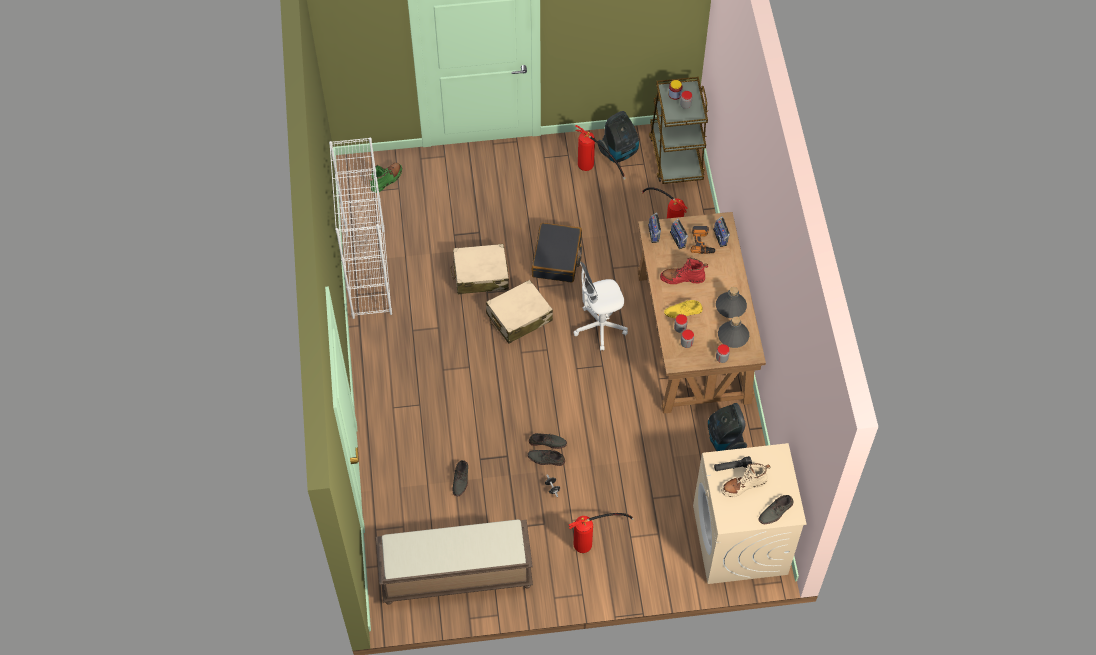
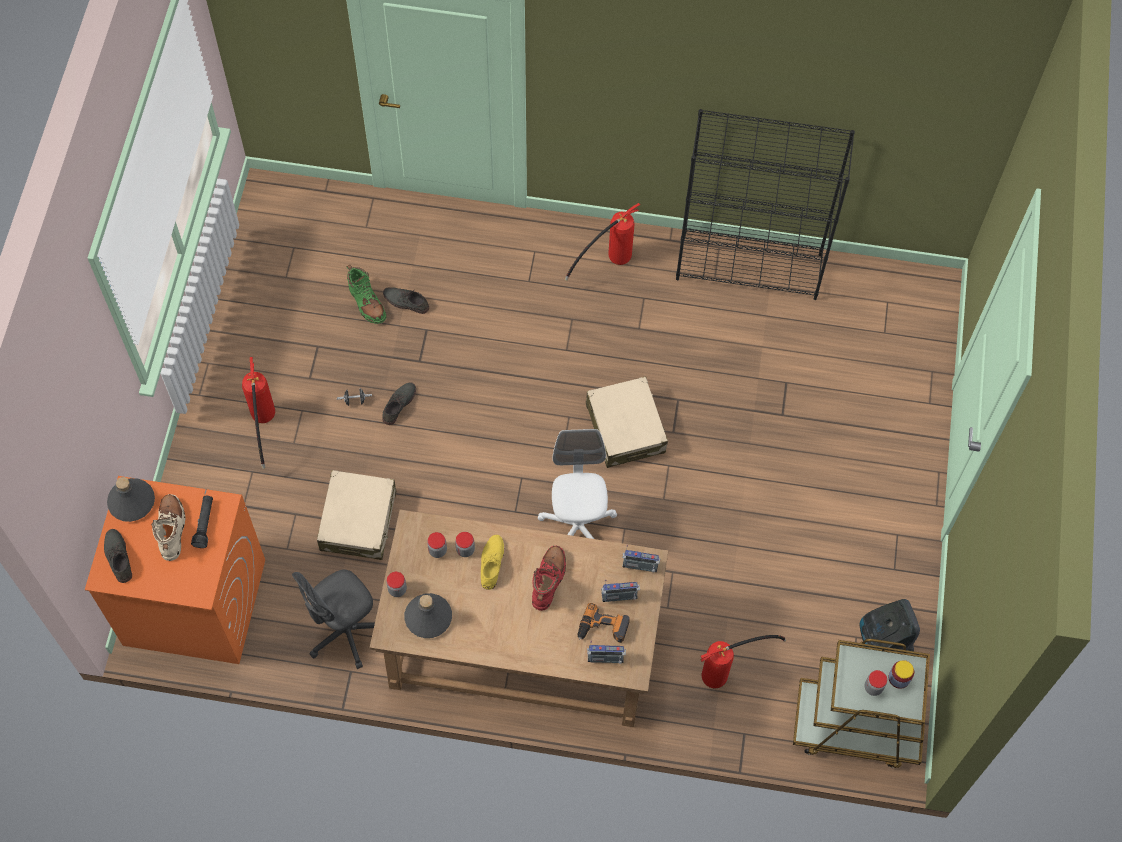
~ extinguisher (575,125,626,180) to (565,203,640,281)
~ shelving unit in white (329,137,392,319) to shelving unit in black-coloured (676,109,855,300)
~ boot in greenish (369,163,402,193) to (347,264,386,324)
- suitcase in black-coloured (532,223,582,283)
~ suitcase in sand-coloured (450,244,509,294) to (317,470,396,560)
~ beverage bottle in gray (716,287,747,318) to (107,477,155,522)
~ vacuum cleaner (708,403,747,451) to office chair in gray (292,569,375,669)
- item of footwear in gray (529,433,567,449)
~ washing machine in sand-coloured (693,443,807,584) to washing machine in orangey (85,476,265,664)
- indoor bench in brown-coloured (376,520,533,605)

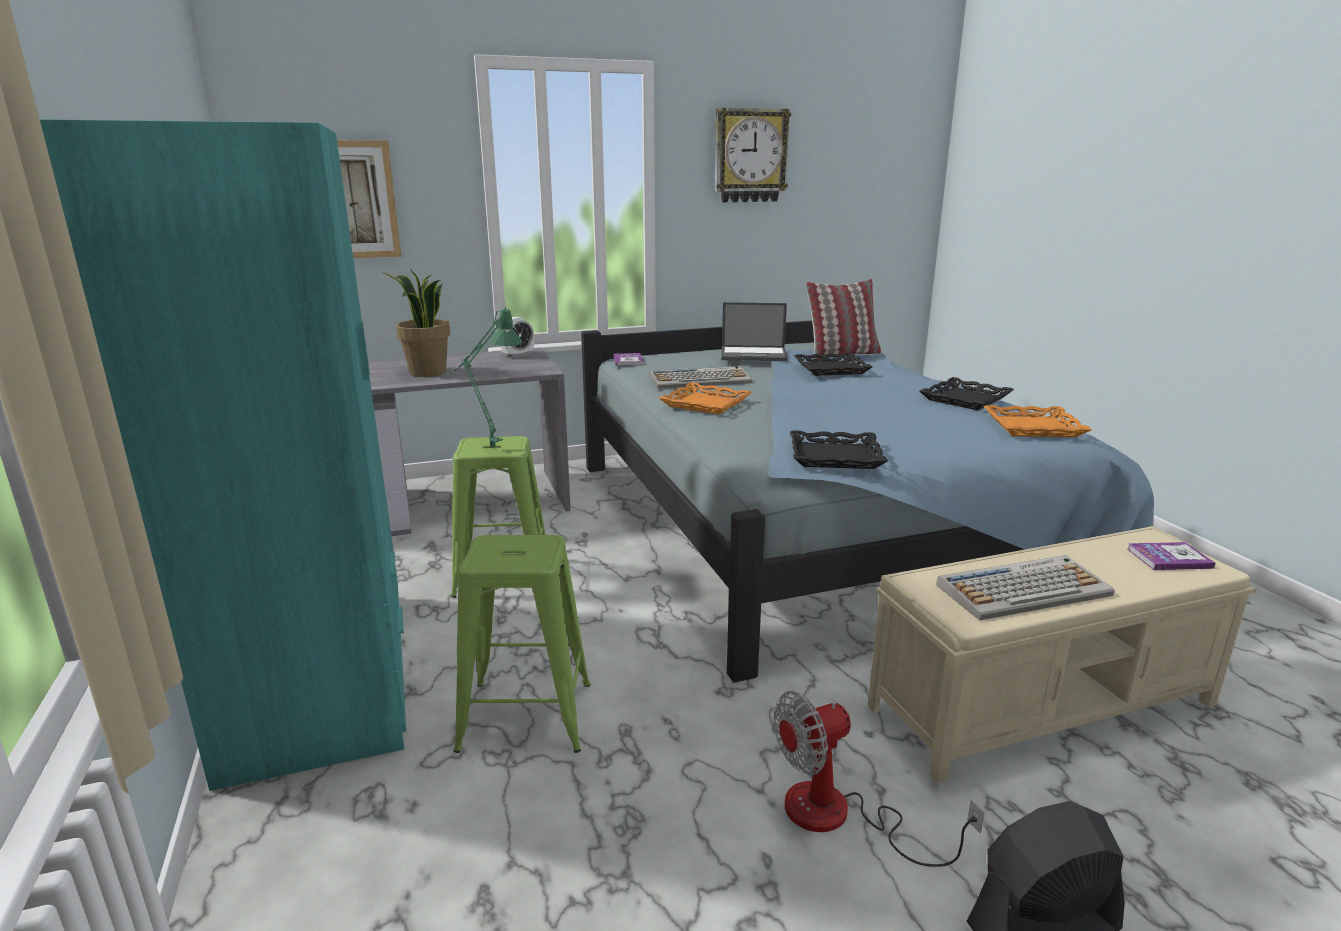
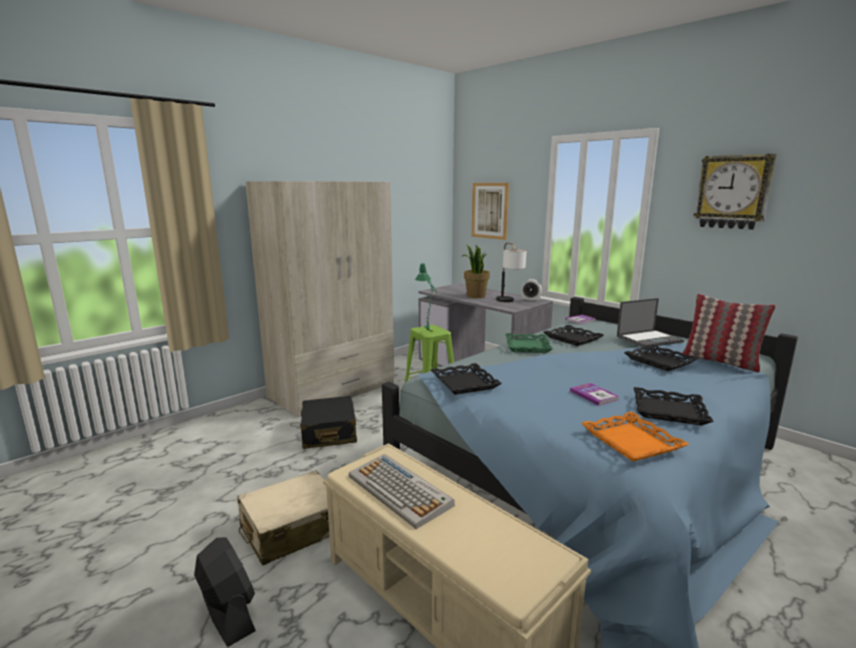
~ wardrobe in turquoise (40,119,406,791) to wardrobe in sand-coloured (245,181,394,417)
~ notebook computer (721,302,788,361) = (617,298,684,347) 90 degrees counterclockwise
~ PC keyboard (650,366,752,389) to tray in black-coloured (544,325,603,346)
~ tray in orangey (659,382,752,415) to tray in greenish (506,333,553,353)
~ sitting stool in greenish (454,535,591,753) to suitcase in black-coloured (300,396,357,449)
~ bound book (1127,542,1216,570) to (570,383,619,406)
~ cooling fan (774,691,985,867) to suitcase in sand-coloured (237,470,330,566)
+ tabletop lamp (496,242,526,302)

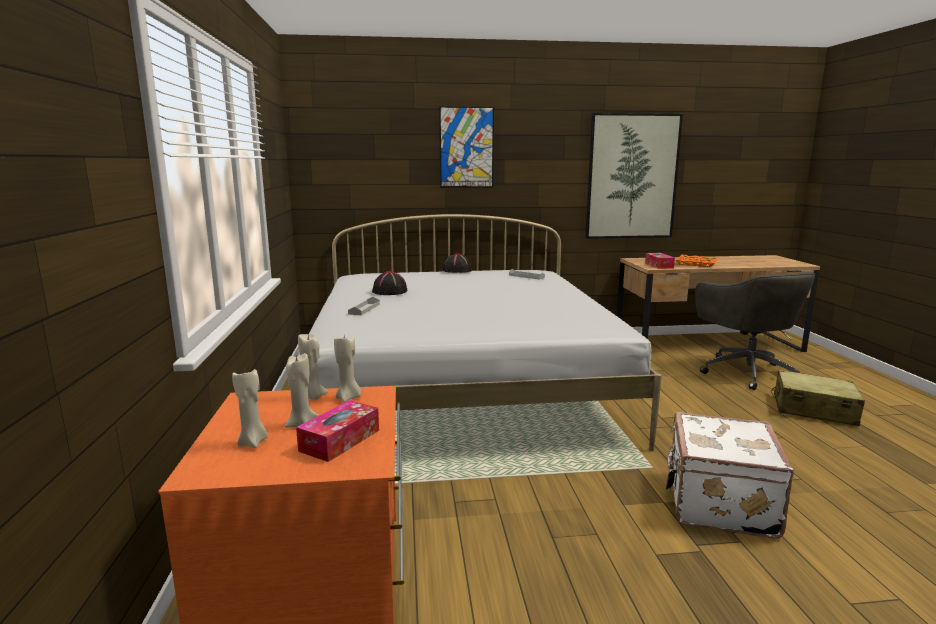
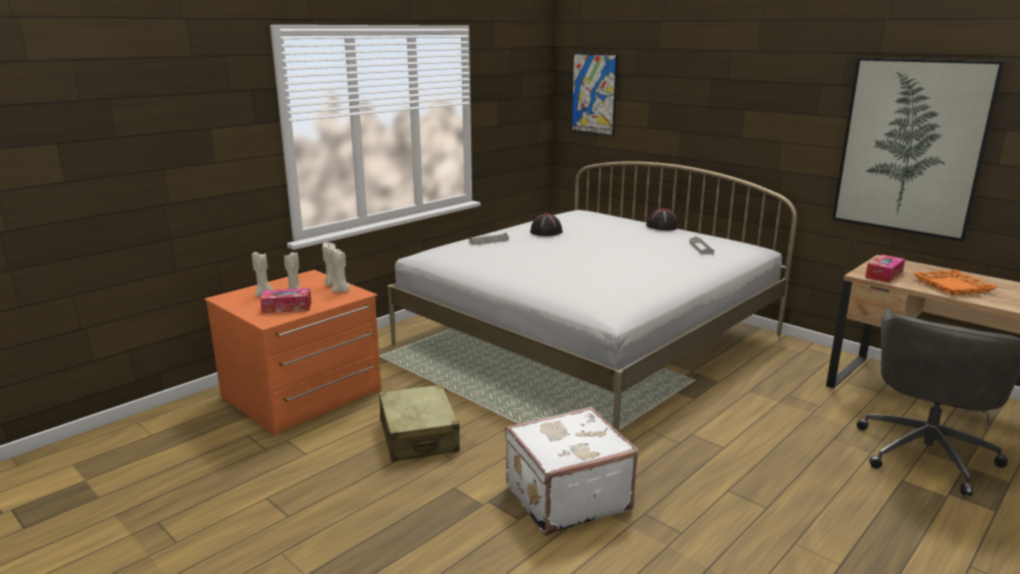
~ wall art (439,106,494,188) to (571,53,618,136)
~ suitcase in sand-coloured (771,370,865,426) to (379,384,460,462)

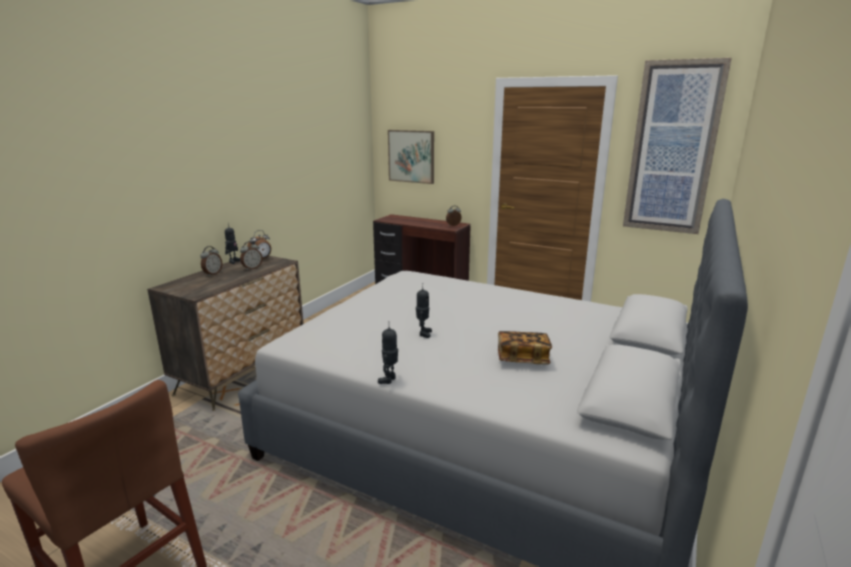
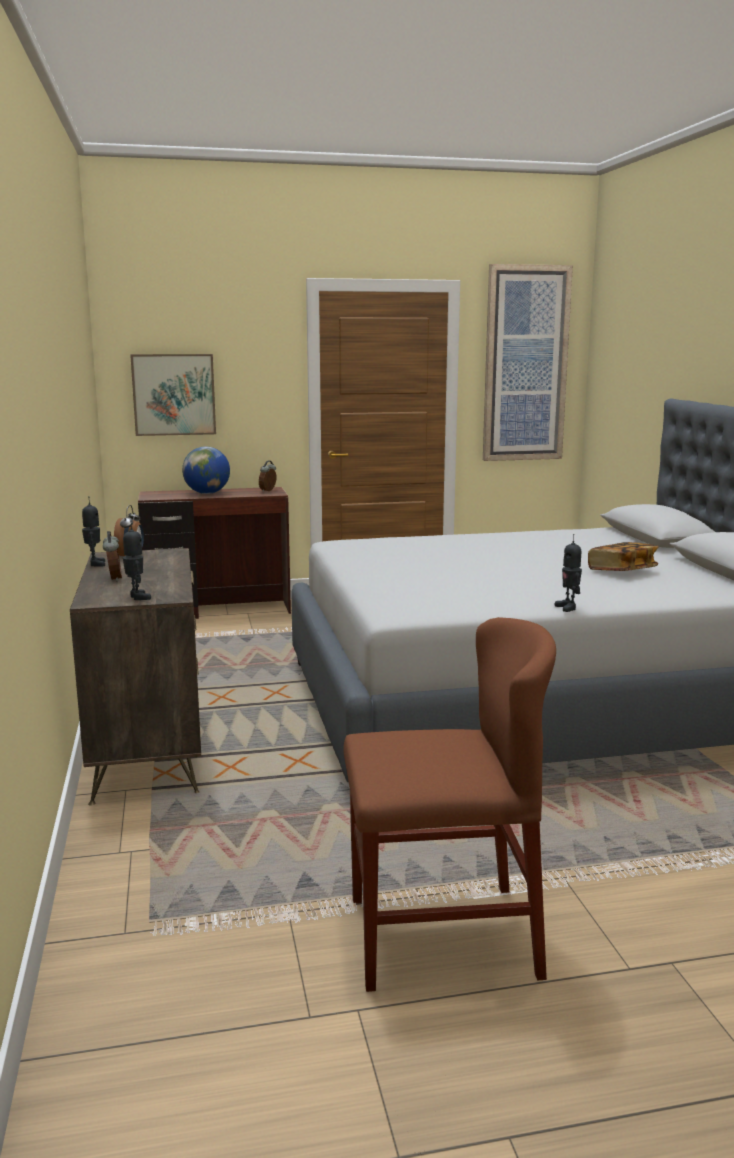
- bedside clock (240,241,262,270)
~ toy robot (416,283,432,338) to (123,520,151,600)
+ desk globe (182,446,230,494)

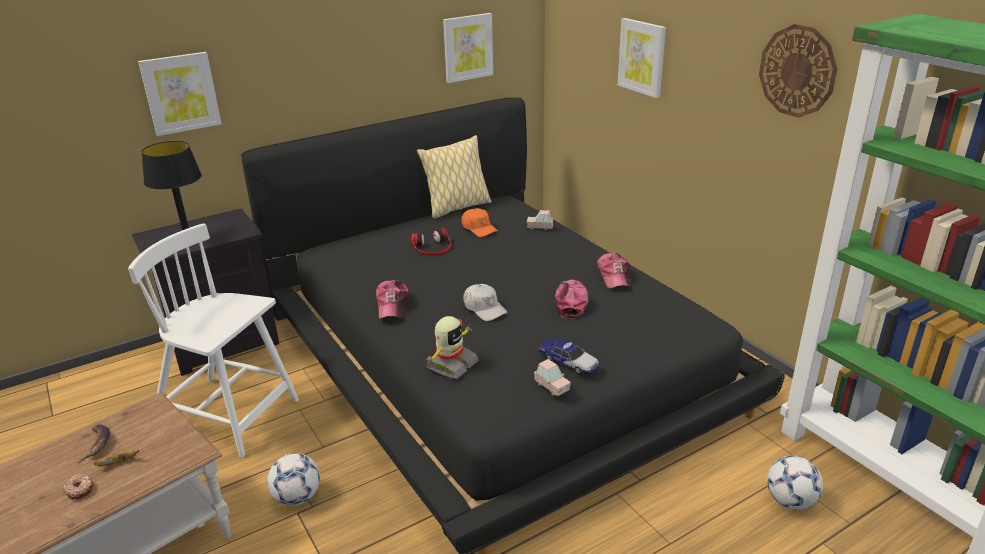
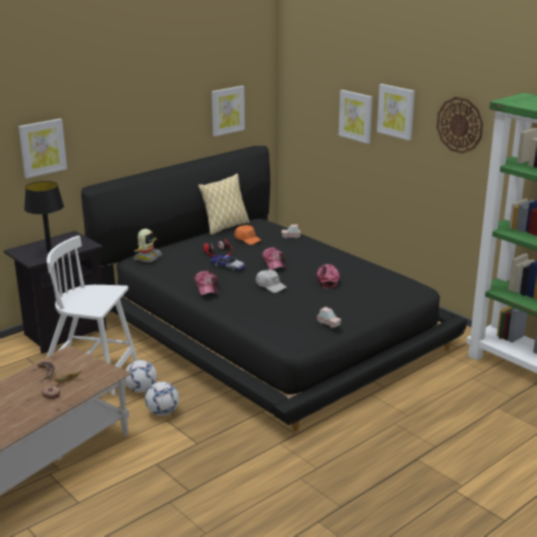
~ cap (597,252,632,288) to (262,247,286,270)
~ toy robot (426,316,479,379) to (133,229,162,263)
~ model car (538,338,600,374) to (210,255,245,271)
~ football ball (767,456,823,510) to (126,360,157,393)
+ wall art (377,84,415,140)

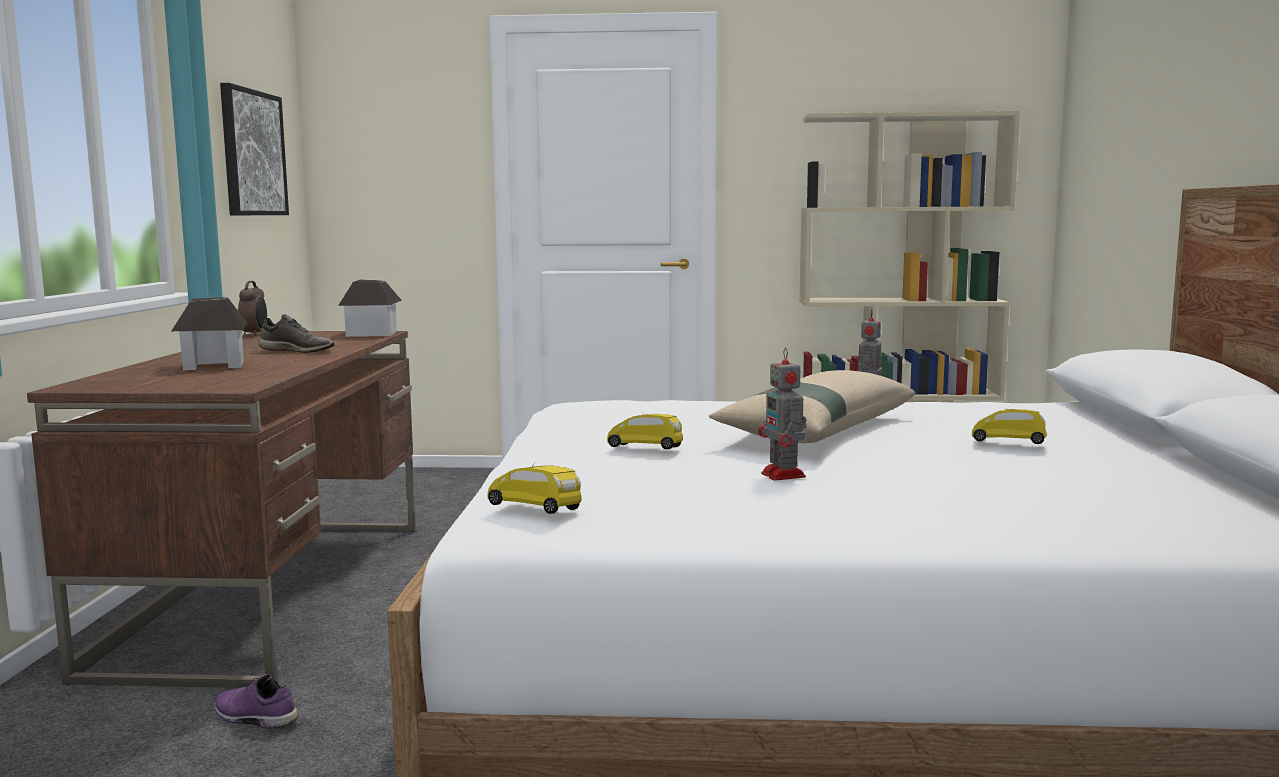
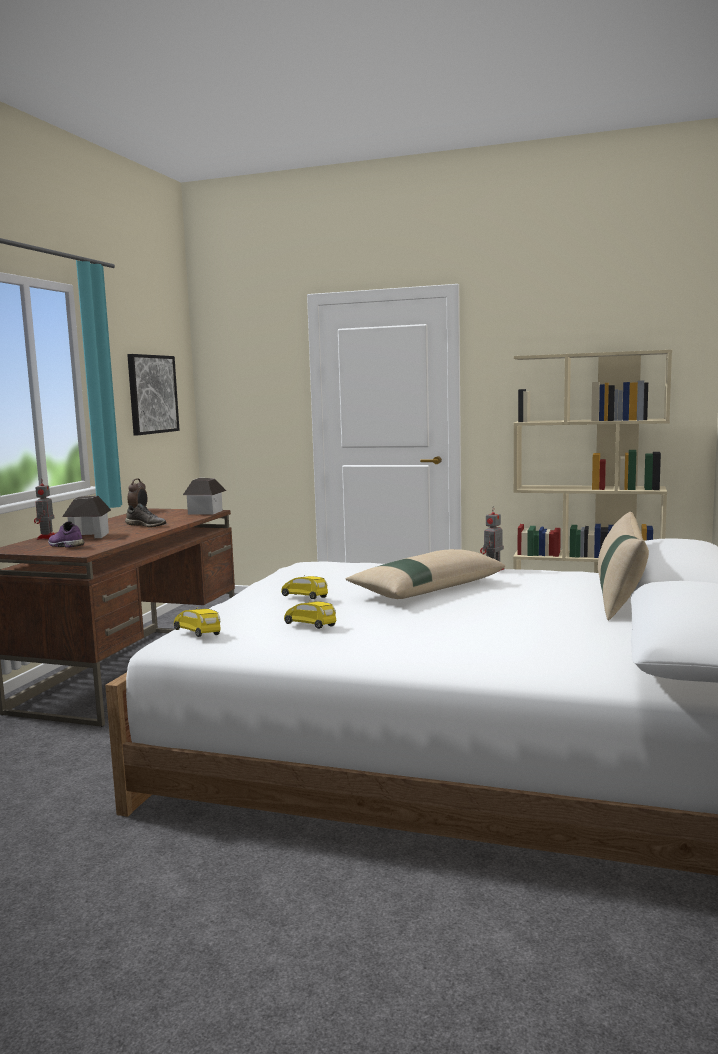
~ toy robot (758,348,807,481) to (34,478,55,540)
~ model car in yellow-coloured (972,407,1047,444) to (284,601,336,629)
~ item of footwear in purple (214,674,299,729) to (48,521,84,548)
+ pillow in sand-coloured (598,512,649,621)

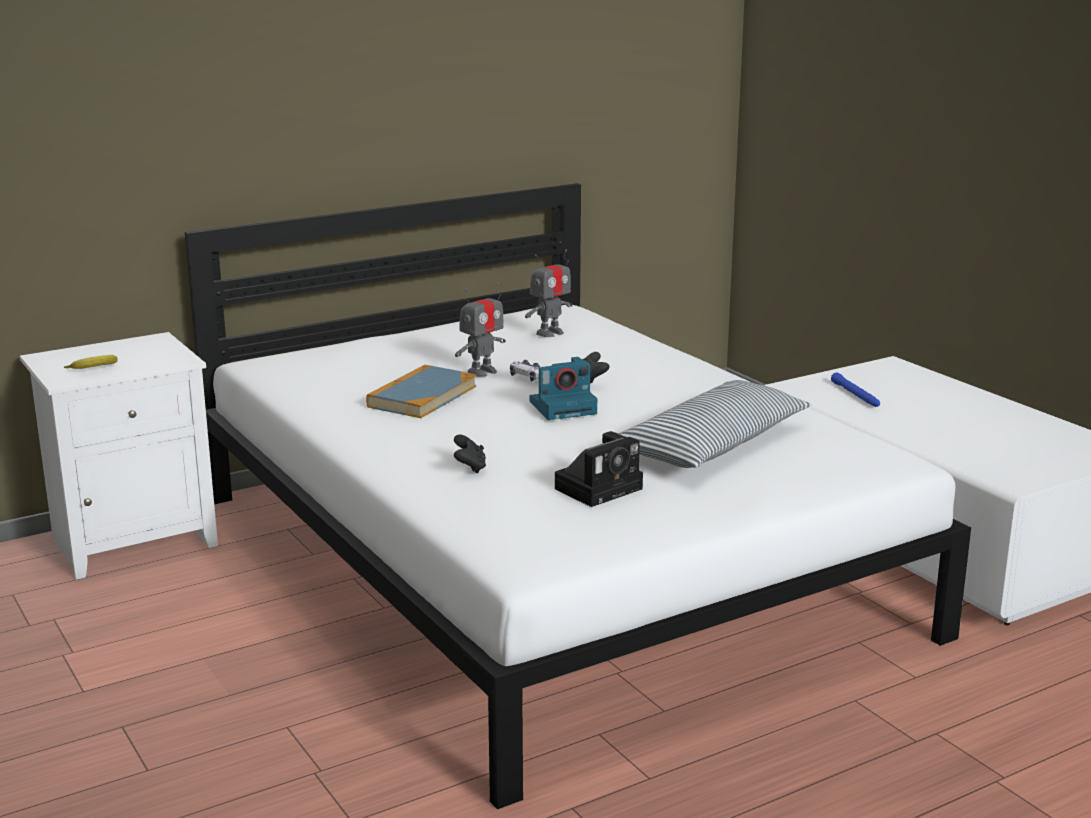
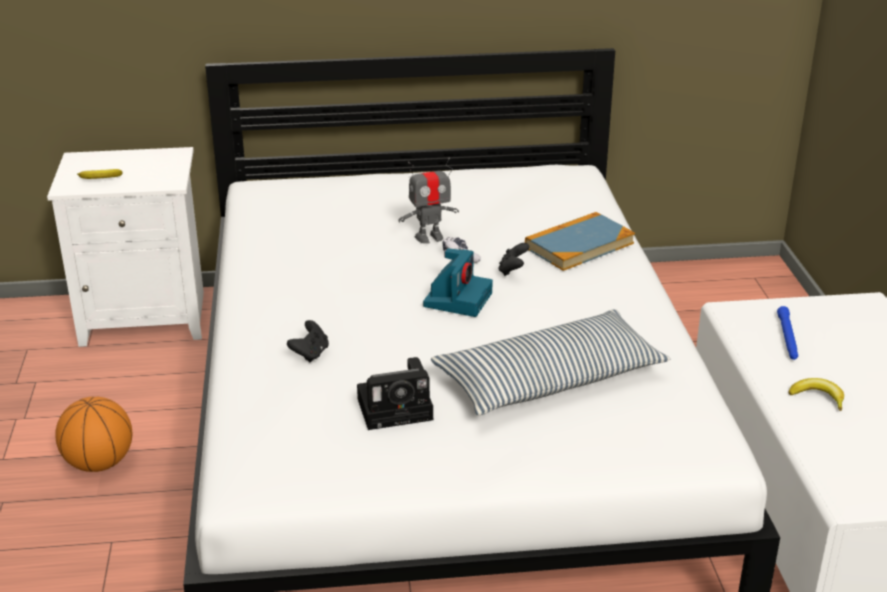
- toy robot (525,250,573,337)
~ still camera (529,357,597,420) = (423,248,493,317) 75 degrees counterclockwise
~ bound book (366,365,476,418) to (525,212,635,271)
+ whole banana (789,378,844,411)
+ basketball (55,397,132,472)

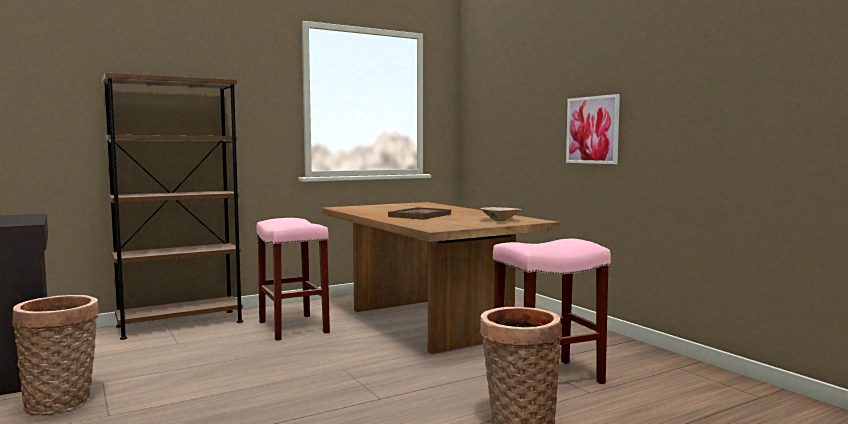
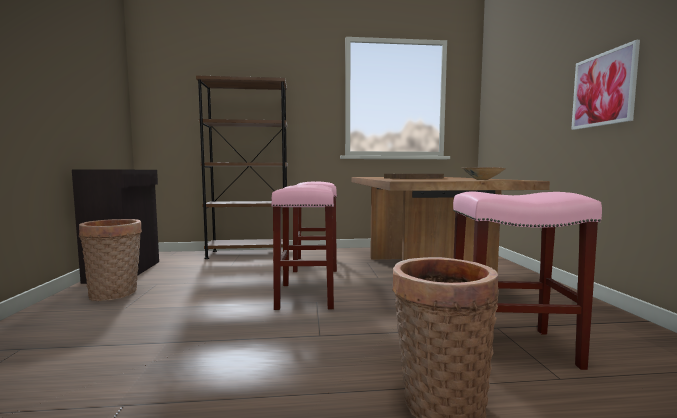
+ sitting stool in pinkish (271,185,334,310)

